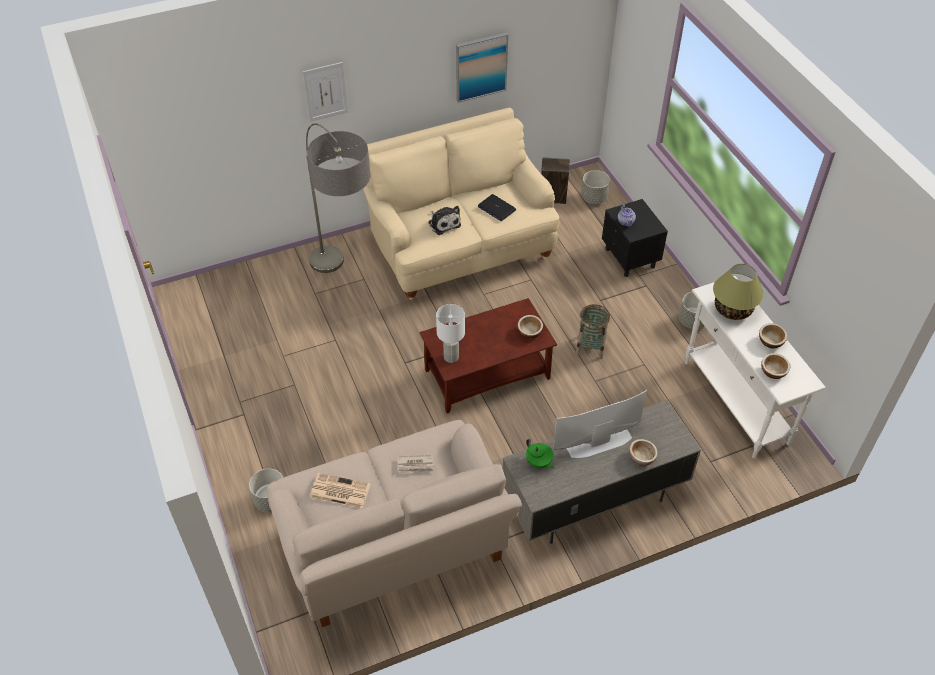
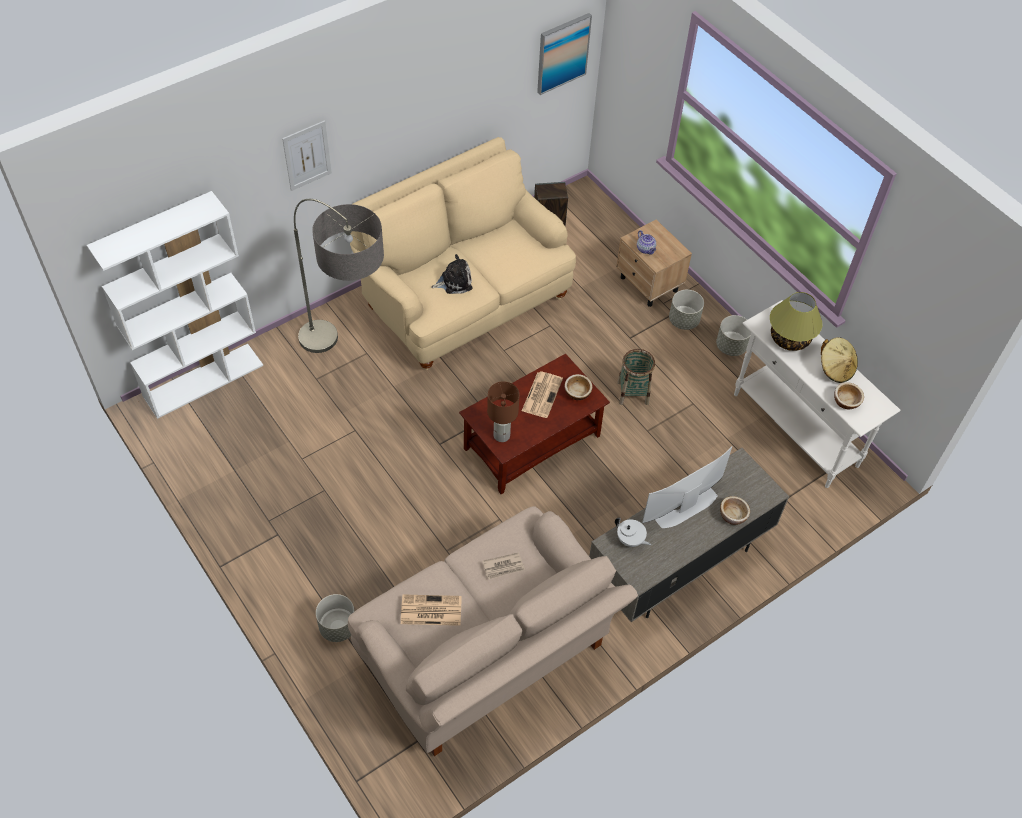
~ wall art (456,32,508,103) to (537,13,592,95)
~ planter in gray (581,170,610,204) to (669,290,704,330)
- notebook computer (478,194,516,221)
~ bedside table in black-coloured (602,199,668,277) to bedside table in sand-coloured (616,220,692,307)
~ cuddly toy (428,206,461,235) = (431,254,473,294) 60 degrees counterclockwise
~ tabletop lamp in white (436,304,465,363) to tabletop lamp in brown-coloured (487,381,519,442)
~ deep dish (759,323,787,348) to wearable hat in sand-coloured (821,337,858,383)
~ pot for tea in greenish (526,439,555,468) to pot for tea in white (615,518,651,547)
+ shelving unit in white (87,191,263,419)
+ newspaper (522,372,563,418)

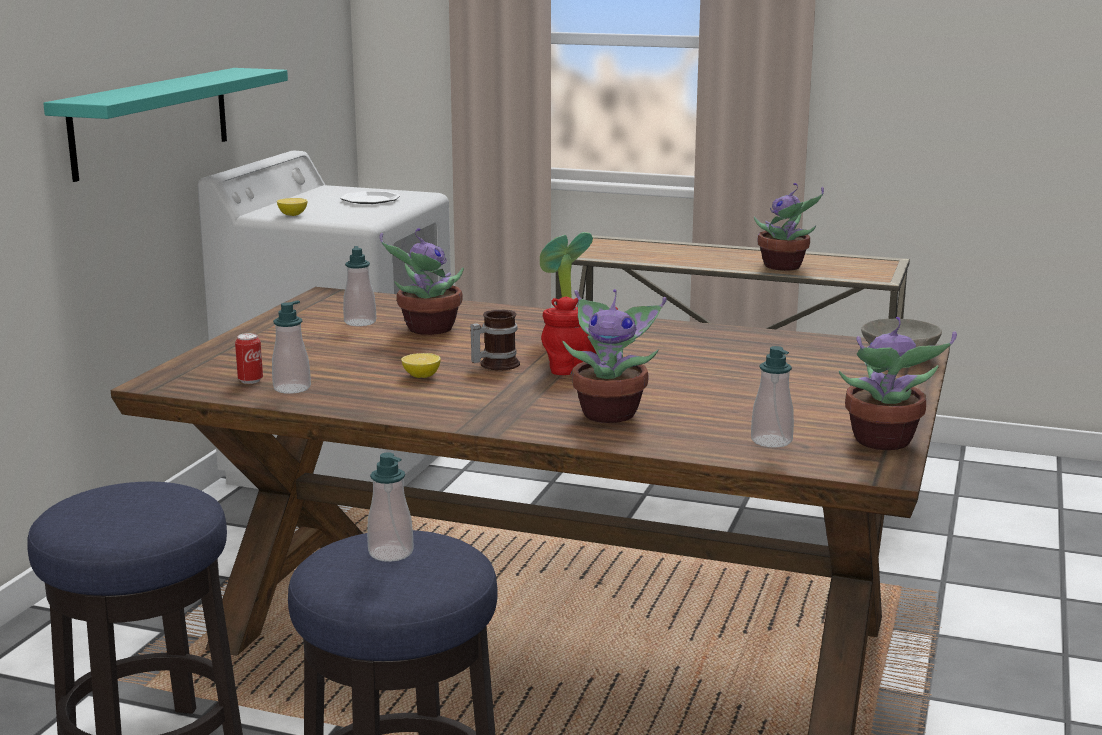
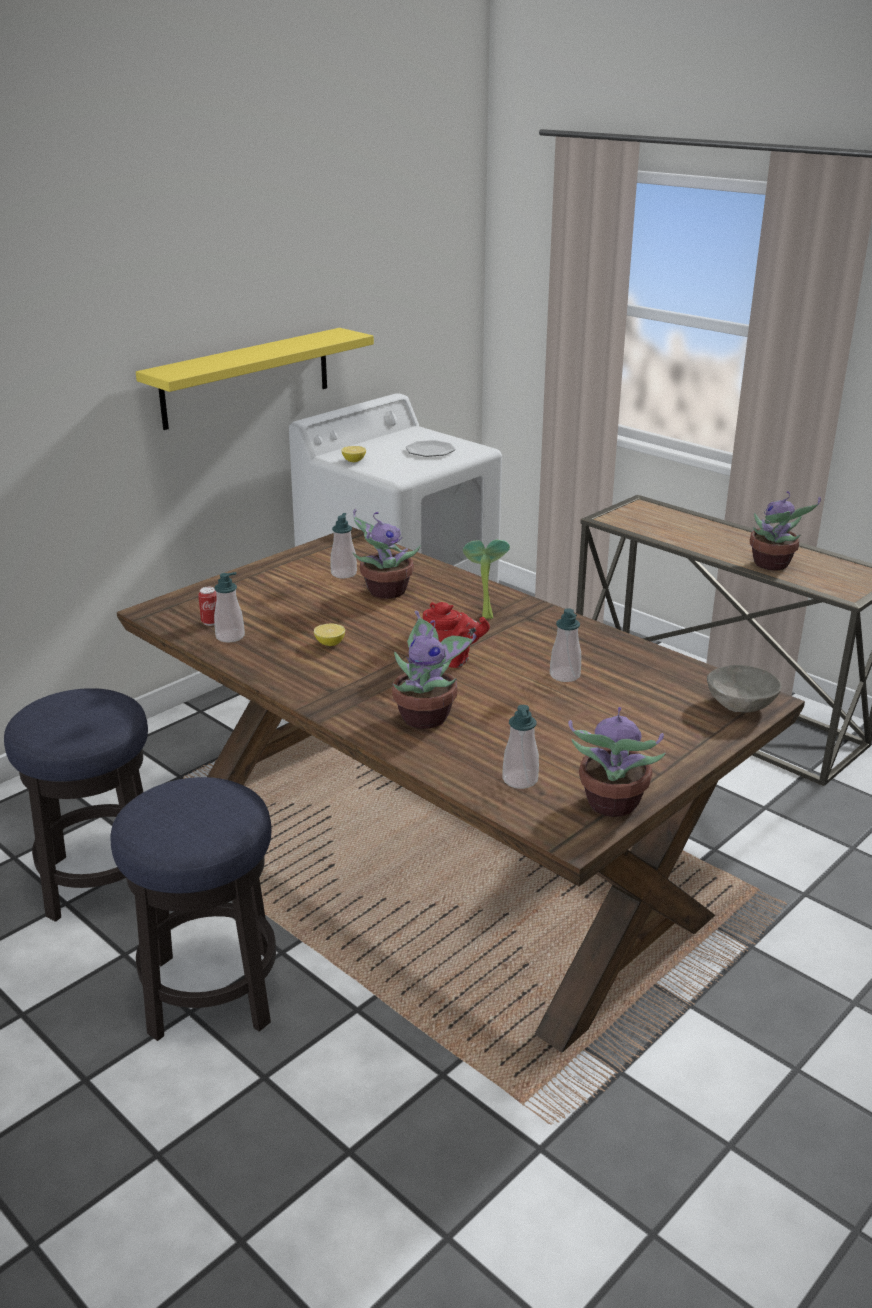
~ wall shelf in turquoise (43,68,288,182) to wall shelf in yellow-coloured (136,328,374,430)
- mug (470,310,520,371)
~ soap bottle (367,452,414,562) to (550,608,581,682)

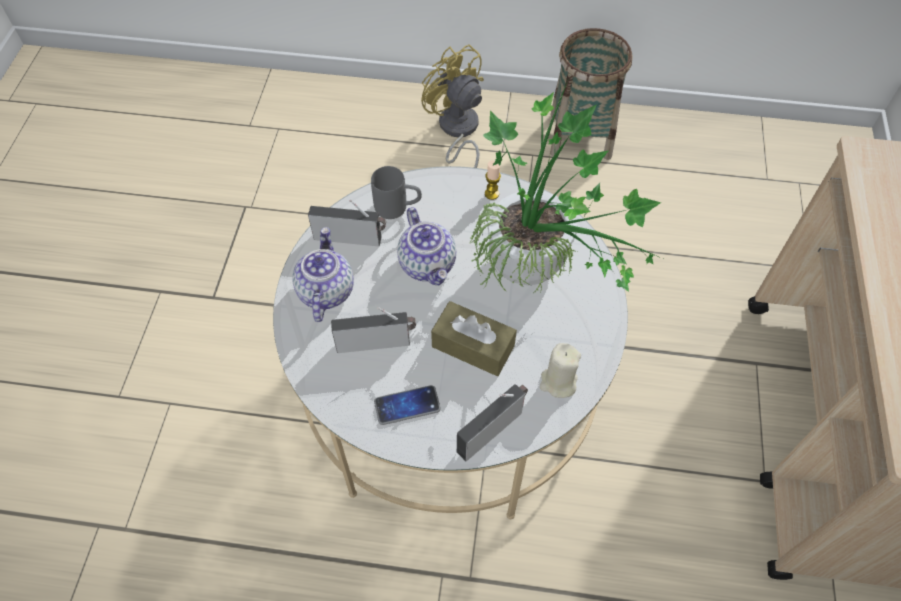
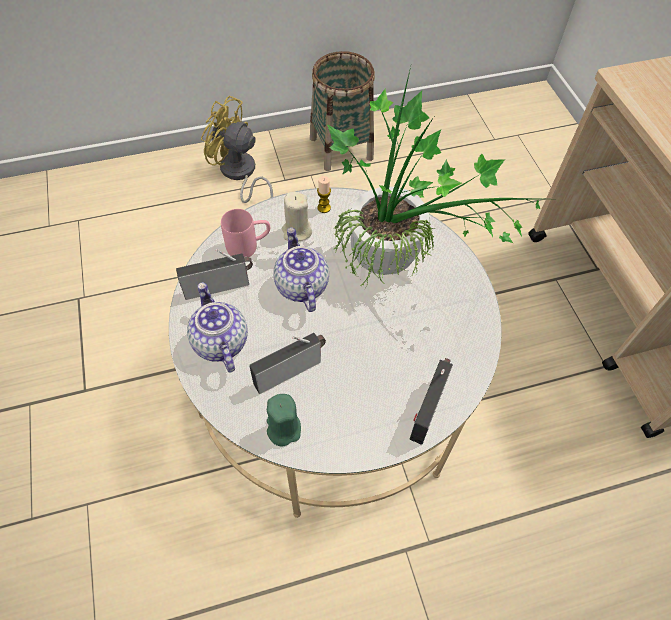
~ mug in gray (371,166,422,219) to mug in pinkish (221,209,270,257)
~ pot for tea (397,207,456,286) = (273,227,329,312) 150 degrees counterclockwise
- box of tissues in brown-coloured (431,301,517,376)
~ wax light in sand-coloured (540,343,581,398) to (282,192,312,241)
- phone (374,385,441,425)
+ wax light in greenish (267,394,301,447)

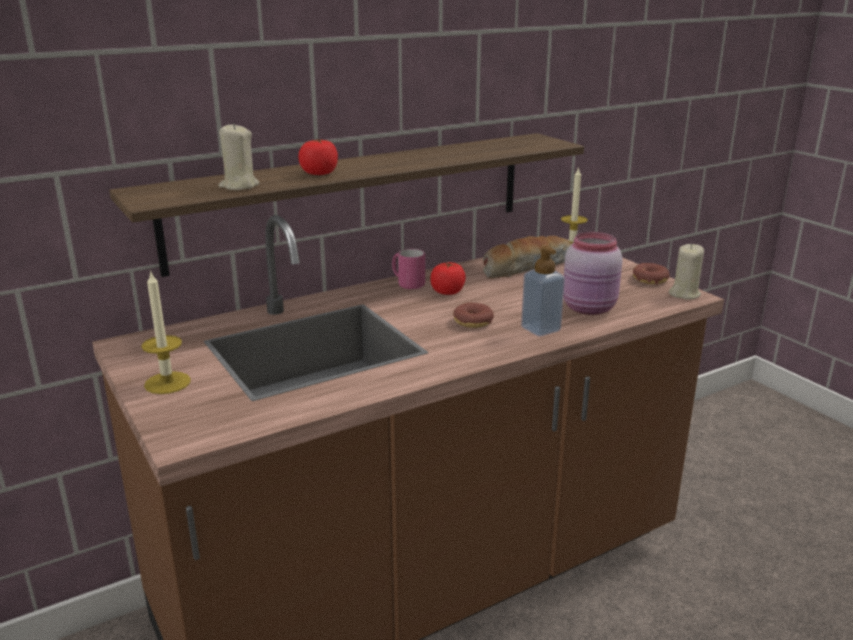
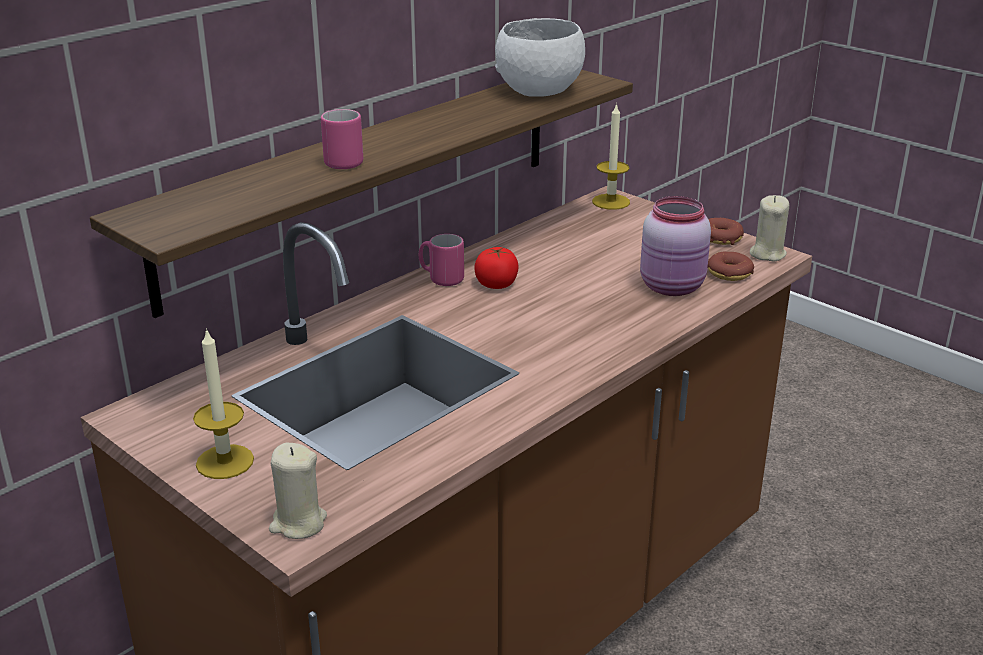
~ wax light in sand-coloured (218,123,259,190) to (269,443,327,539)
~ tomato (298,139,338,175) to mug in pinkish (321,109,363,169)
- baked bread (483,236,571,279)
- soap bottle (521,246,565,336)
~ ring doughnut (453,302,494,328) to (707,252,754,281)
+ deep dish in white (495,18,585,97)

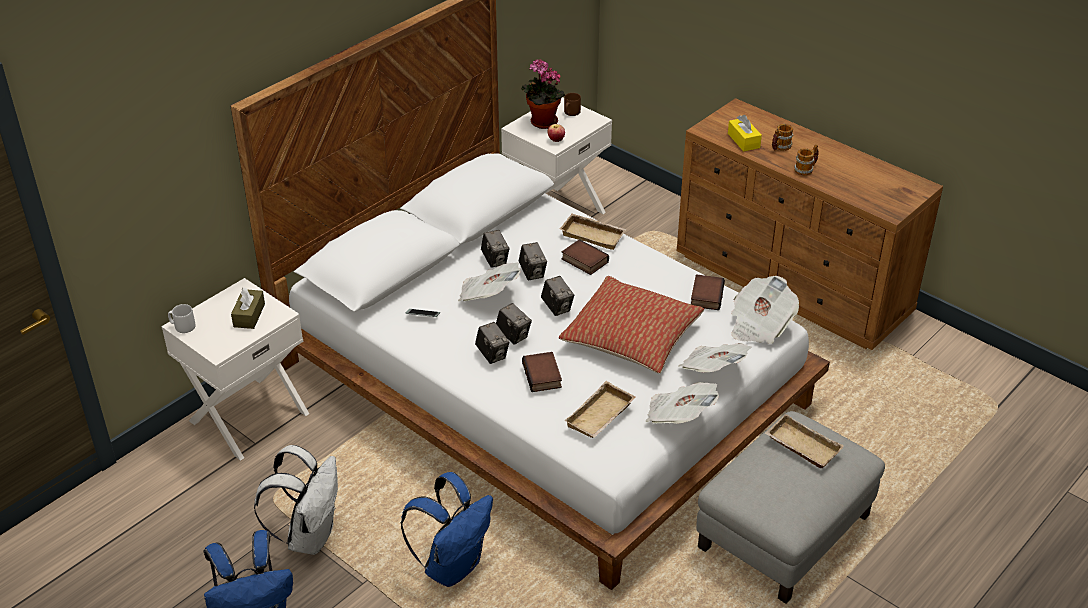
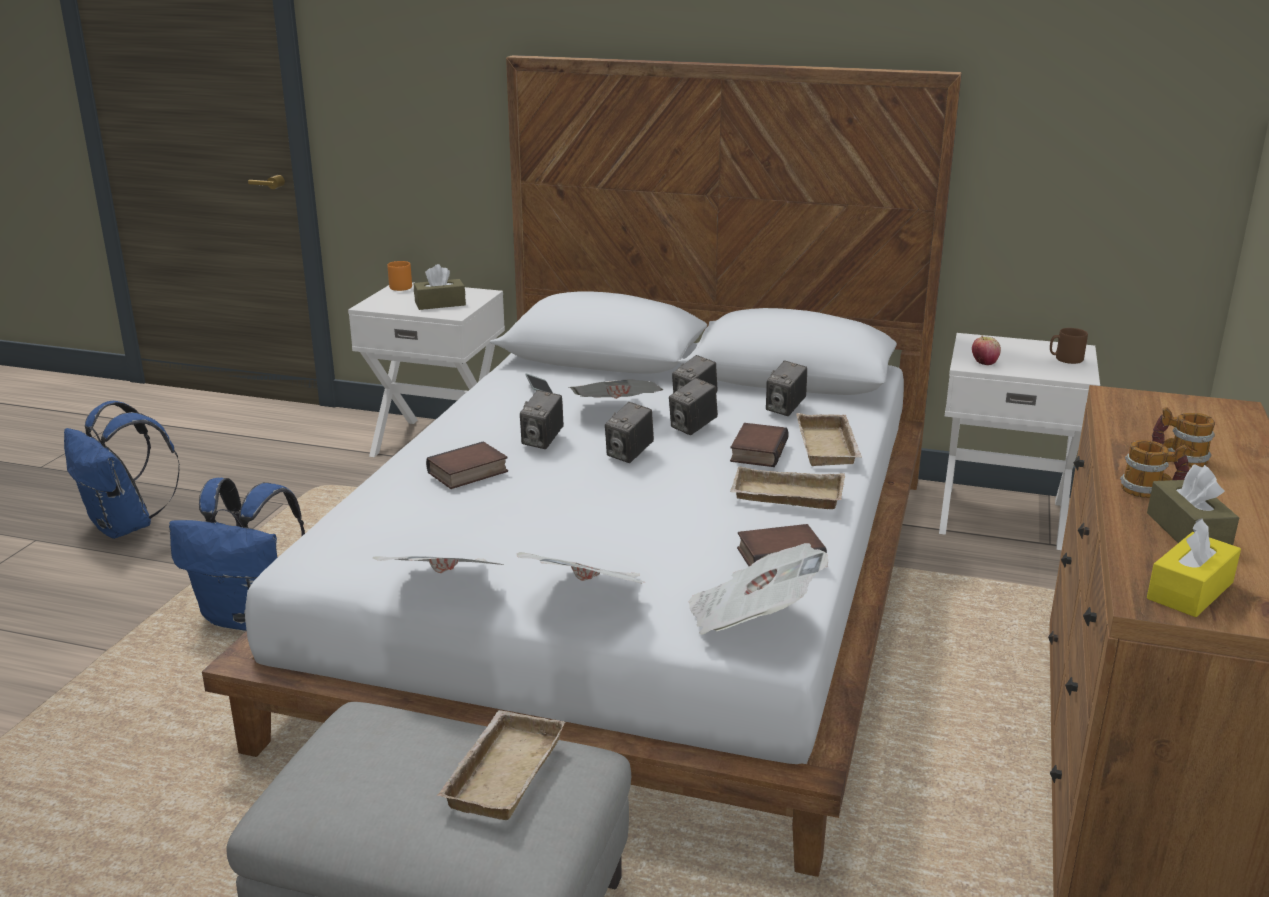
- plant in a pot (522,59,565,129)
~ box of tissues in yellow-coloured (728,115,762,152) to (1147,518,1241,617)
- pillow (559,276,704,374)
~ mug in gray (168,304,196,333) to mug in orangey (387,261,412,291)
~ still camera (475,322,509,364) to (766,361,807,416)
~ tray in sand-coloured (564,381,636,438) to (730,466,845,509)
- rucksack in white (254,445,338,555)
+ box of tissues in brown-coloured (1147,464,1239,545)

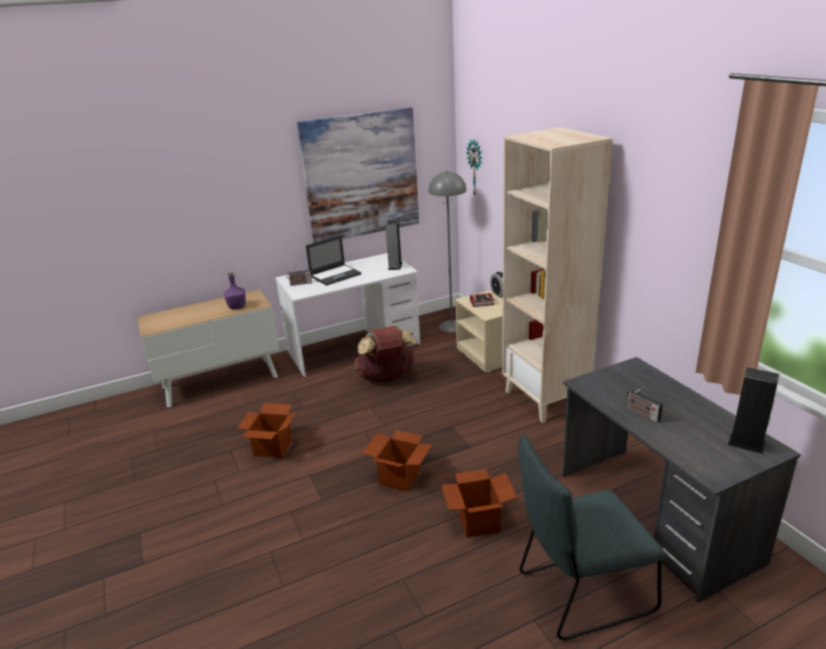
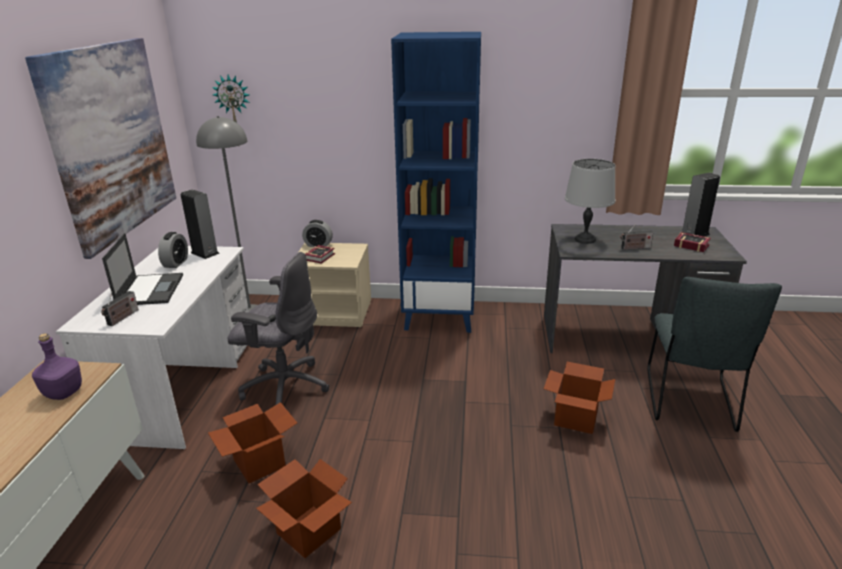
~ shelving unit in sand-coloured (502,127,613,423) to shelving unit in blue (391,32,481,333)
~ rucksack in brown-coloured (354,326,416,383) to office chair in gray (227,252,329,409)
~ carton (362,430,432,492) to (208,402,297,484)
+ tabletop lamp in gray (565,159,616,244)
+ bedside clock (158,232,188,268)
+ bound book (674,232,711,252)

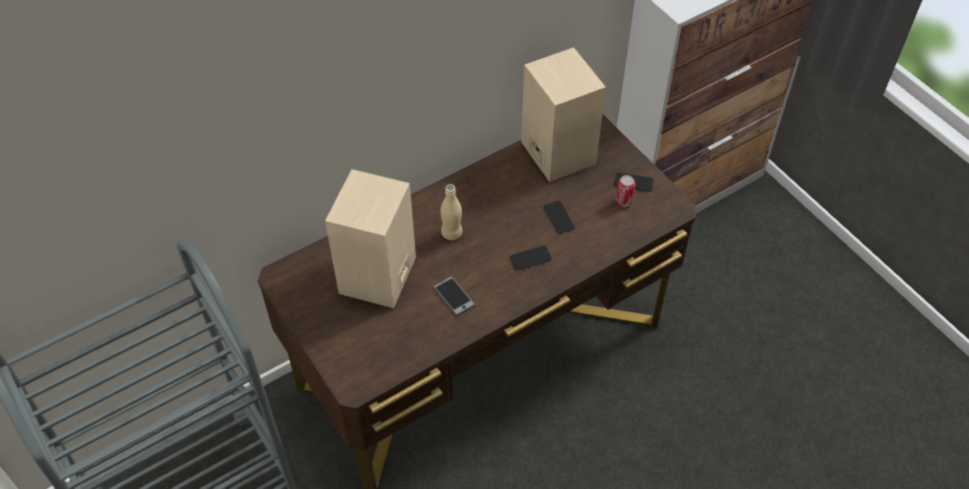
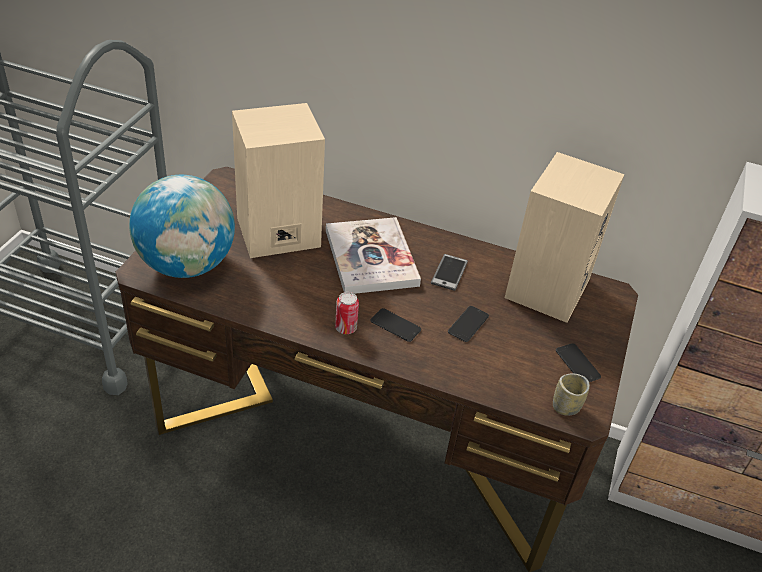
~ metal can (616,175,636,207) to (335,292,359,334)
~ beverage bottle in sand-coloured (440,184,462,240) to bound book (326,217,421,294)
~ phone (433,276,475,316) to (431,254,468,291)
+ desk globe (129,175,235,278)
+ drinking cup (553,373,590,415)

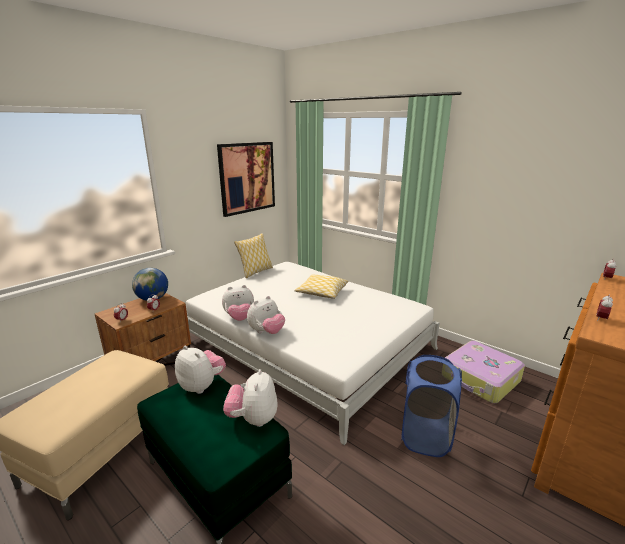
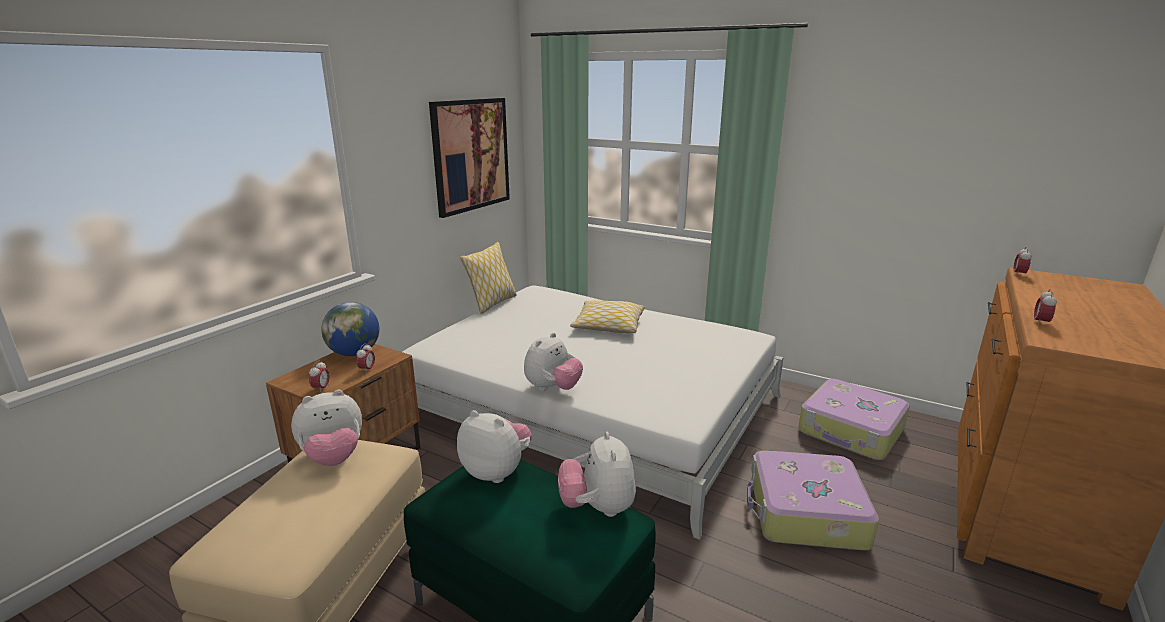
~ cuddly toy (222,285,254,321) to (291,390,362,466)
~ laundry basket in blue (401,355,462,457) to suitcase (747,450,879,550)

